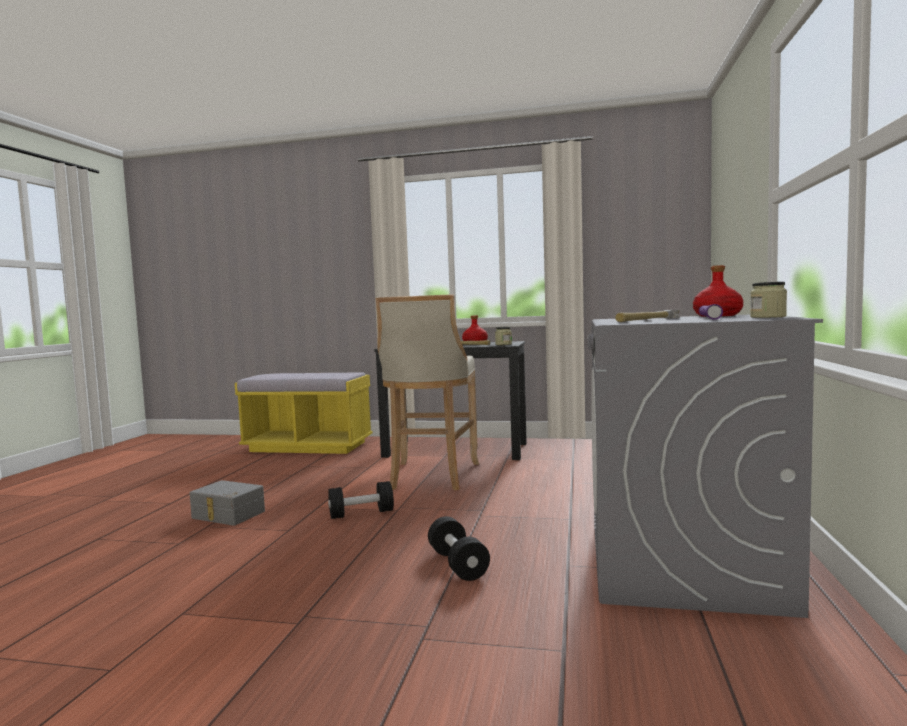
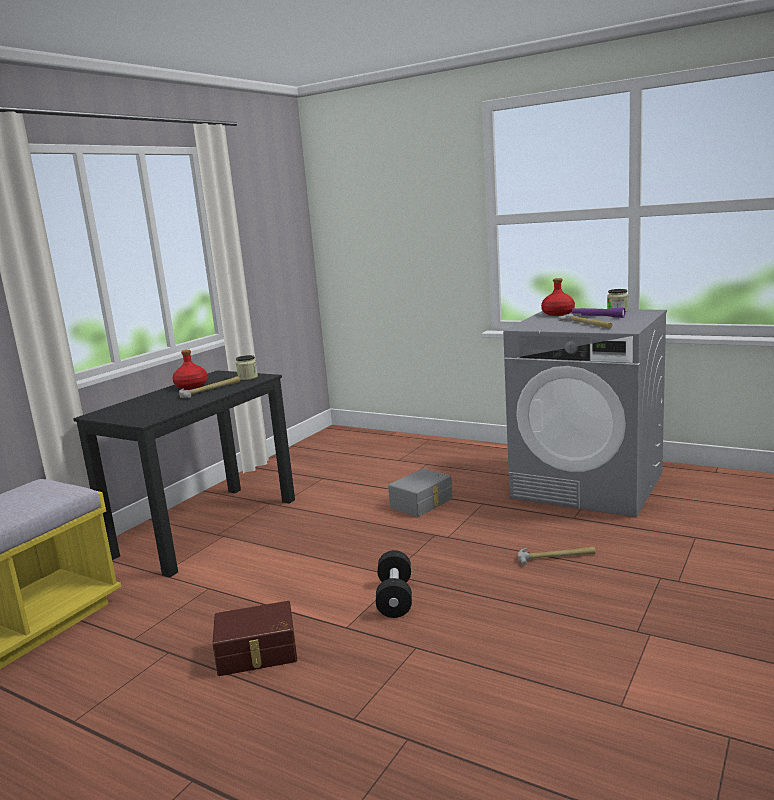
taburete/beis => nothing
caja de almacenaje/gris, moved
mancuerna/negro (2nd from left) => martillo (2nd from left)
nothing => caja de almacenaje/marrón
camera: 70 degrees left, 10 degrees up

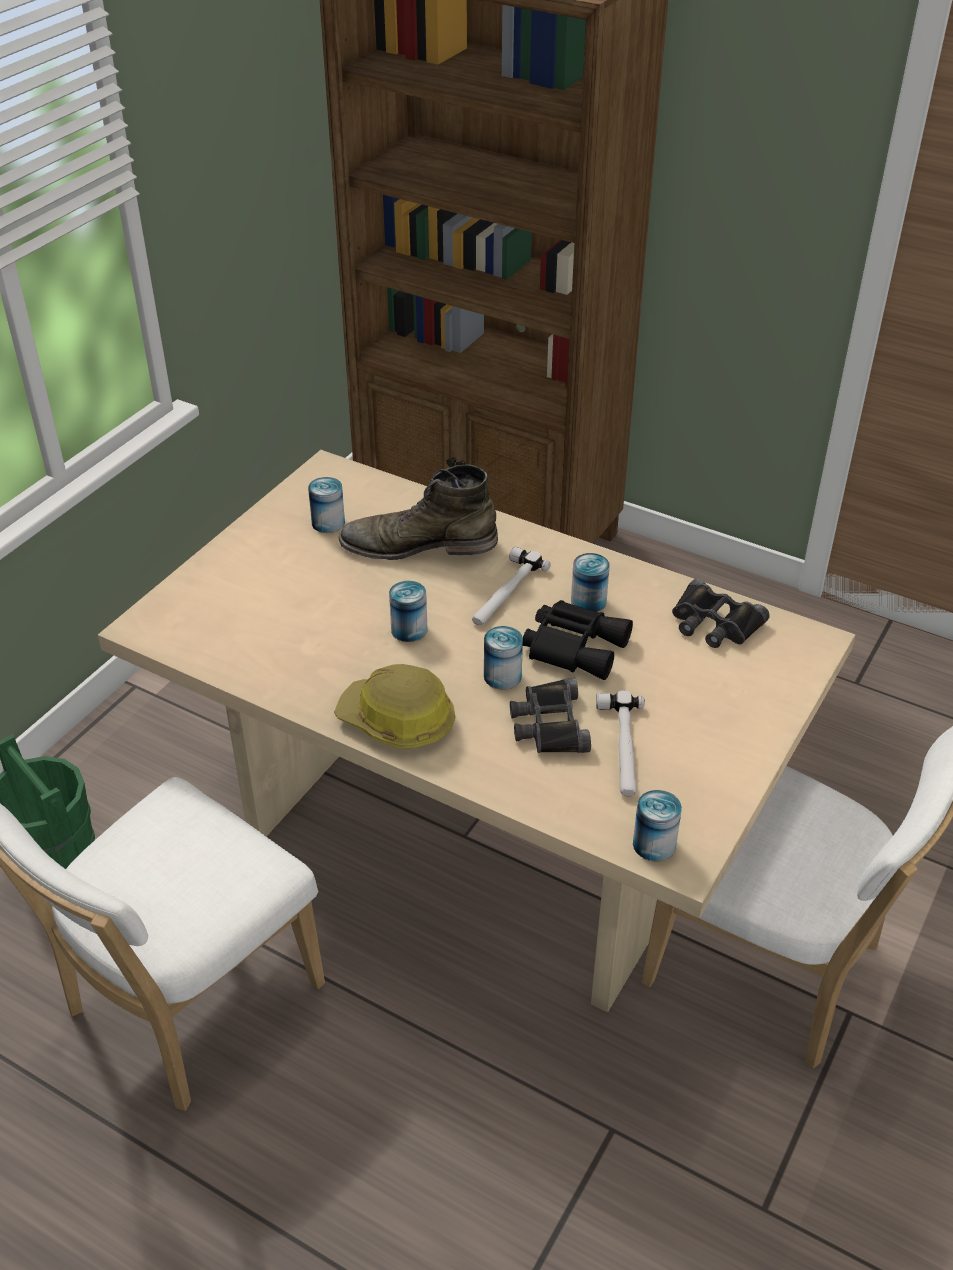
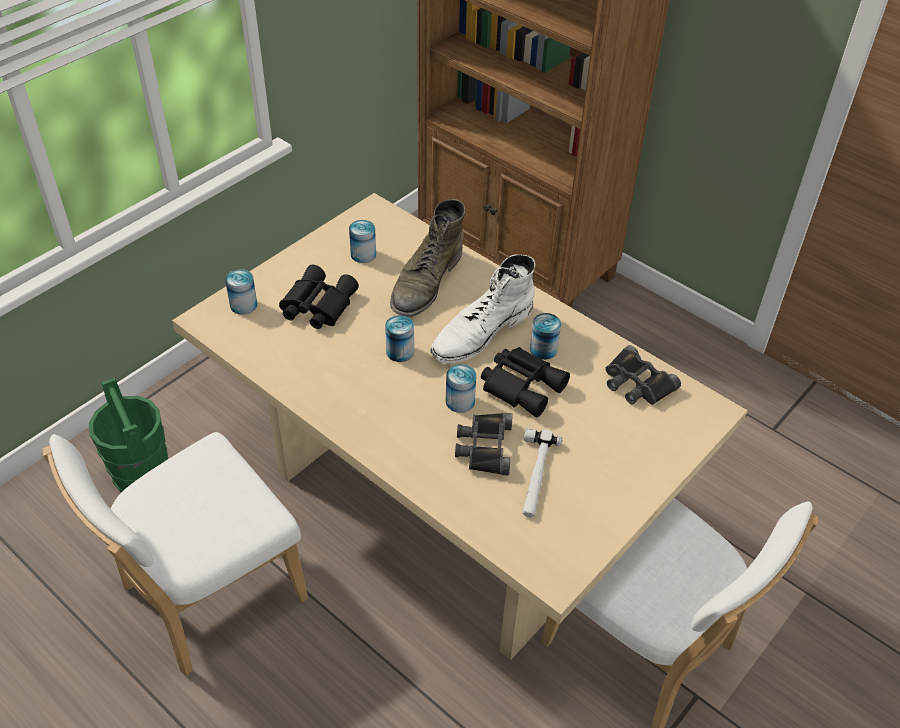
bota/verde, 75 degrees counterclockwise
martillo (1st from left) => bota/blanco
casco => nothing
lata (5th from left in the first image) => lata (1st from left), moved
nothing => prismáticos/negro (1st from left)
camera: 10 degrees right, 5 degrees up

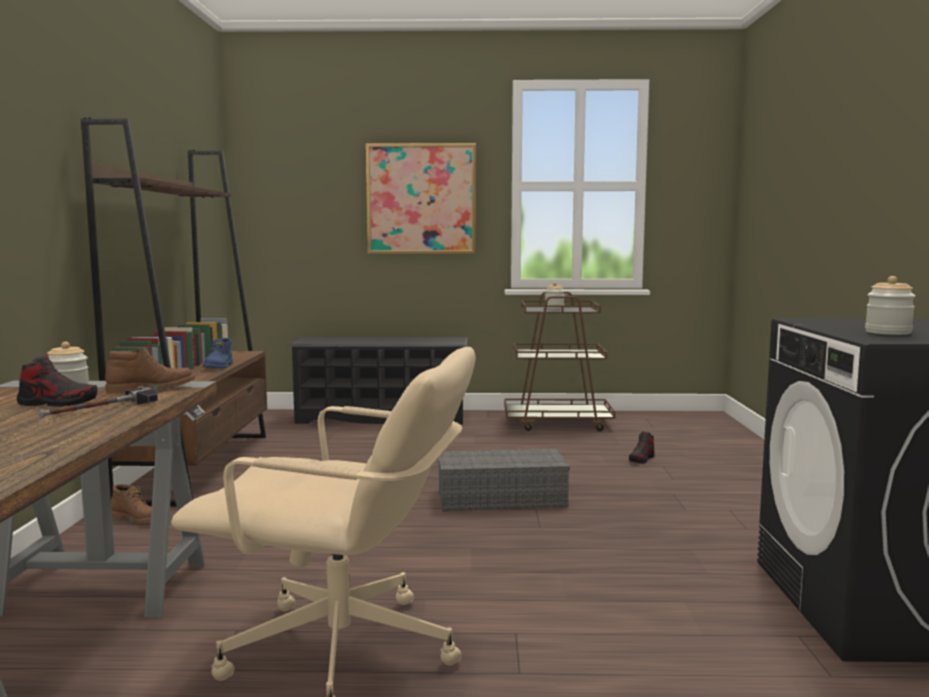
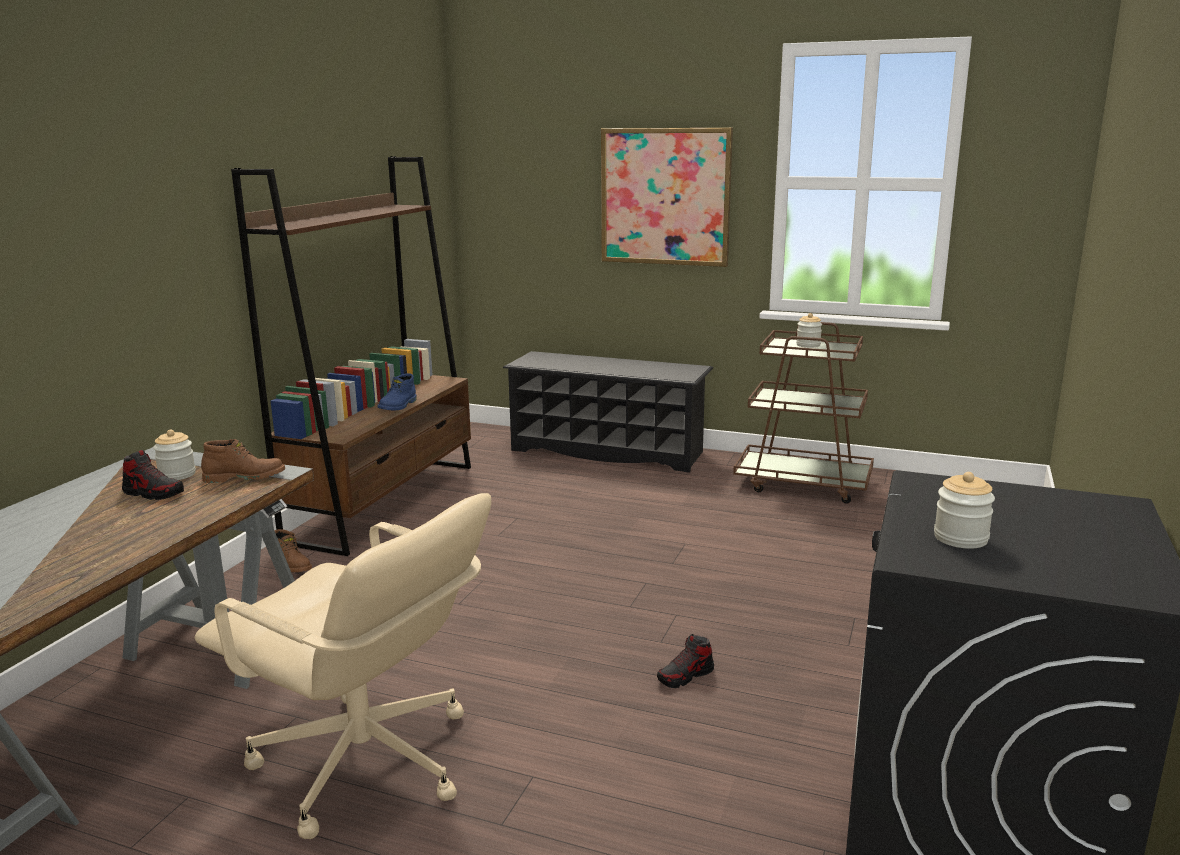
martillo => nothing
zapato (2nd from left), moved
caja de almacenaje/gris => nothing
camera: 20 degrees right, 10 degrees up

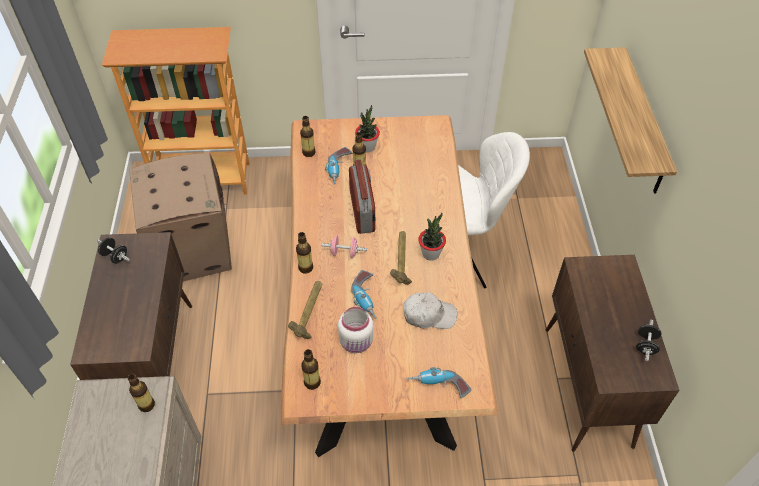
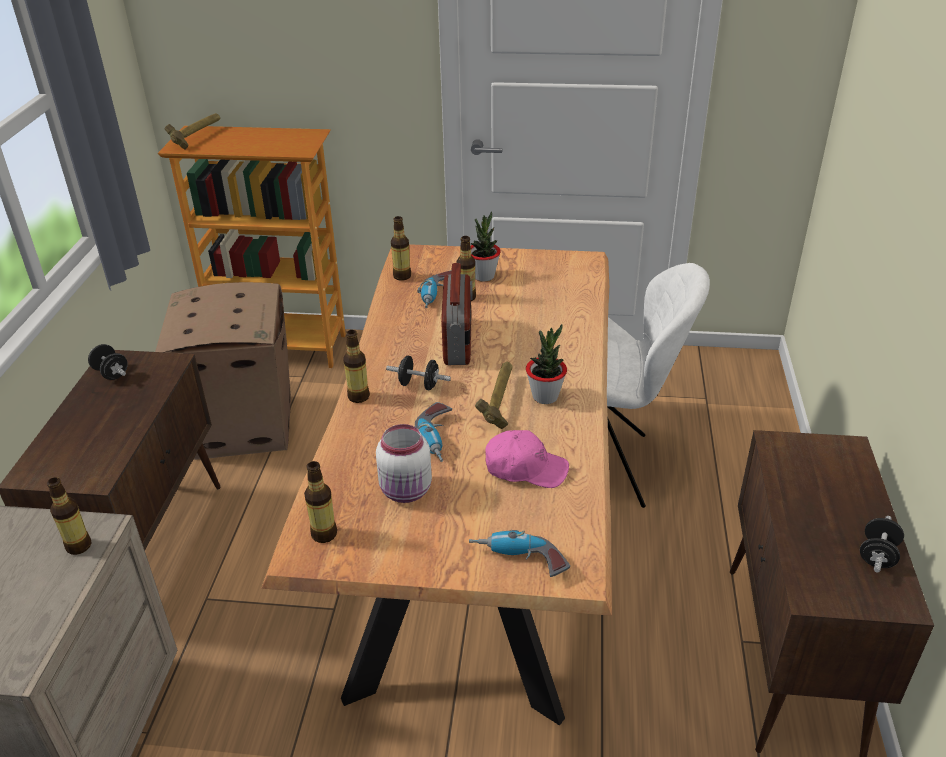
estante => nothing
mancuerna/rosa => mancuerna/negro (2nd from left)
martillo (1st from left), moved
gorra/blanco => gorra/rosa
camera: 10 degrees right, 15 degrees down

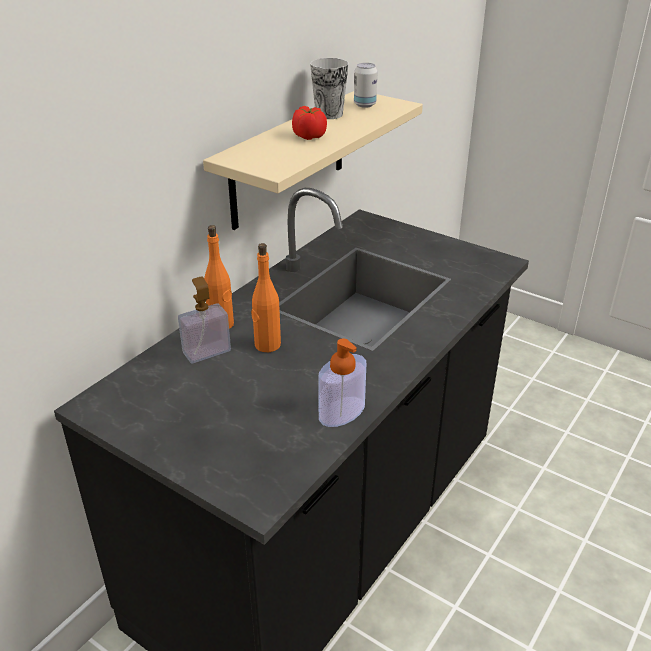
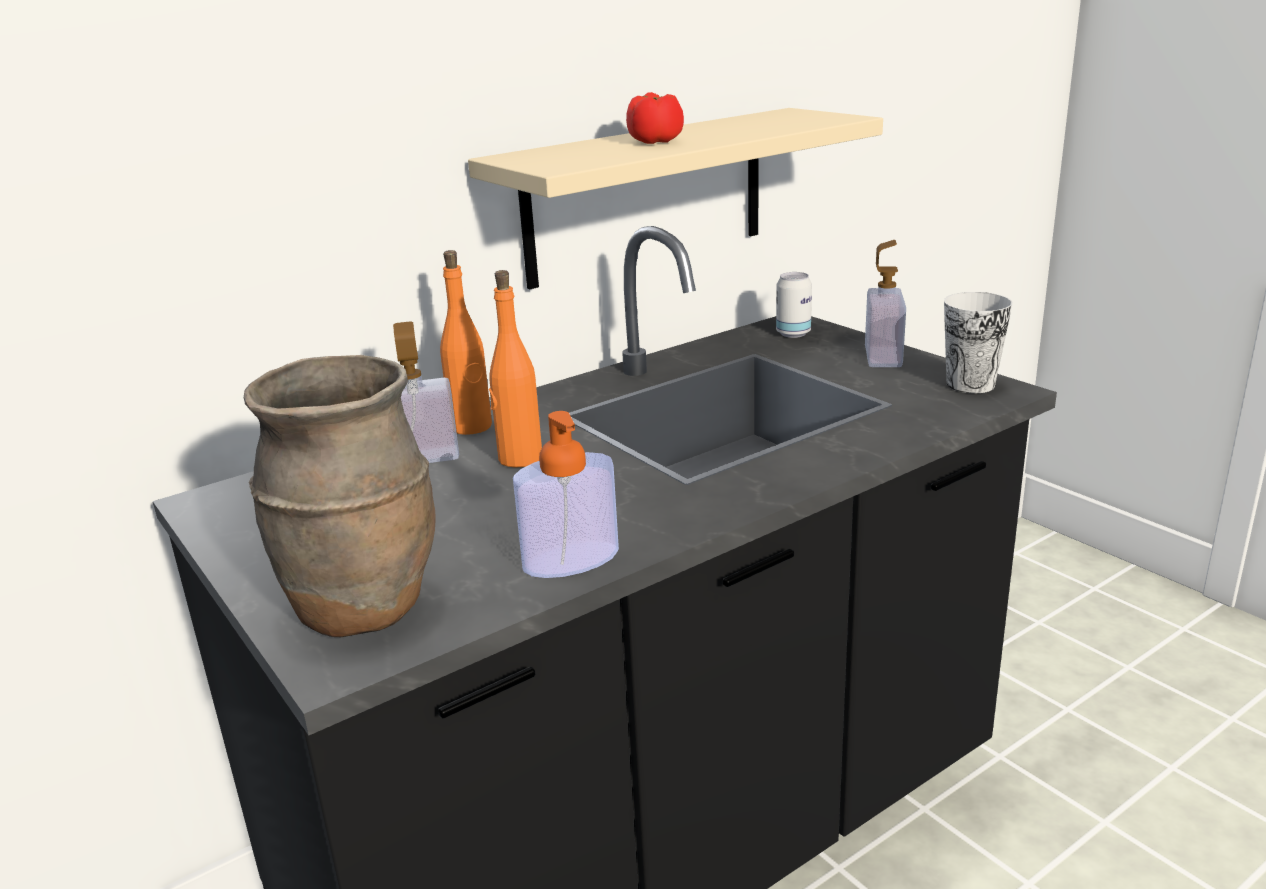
taza, moved
lata, moved
nothing => dispensador de jabón (3rd from left)
nothing => florero/marrón
camera: 20 degrees right, 10 degrees down

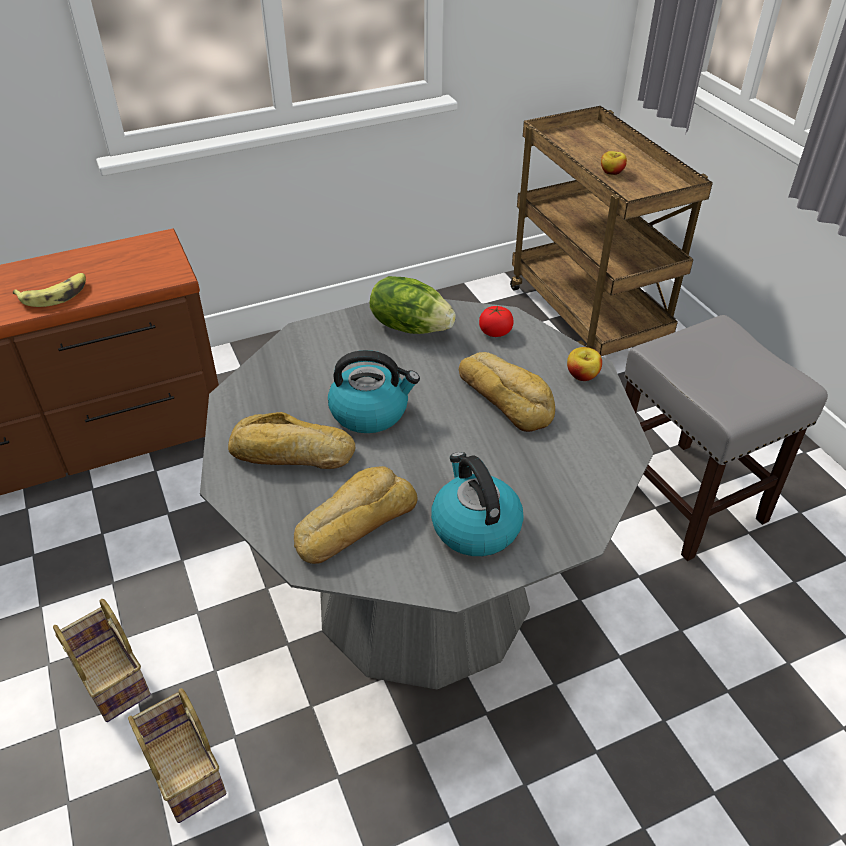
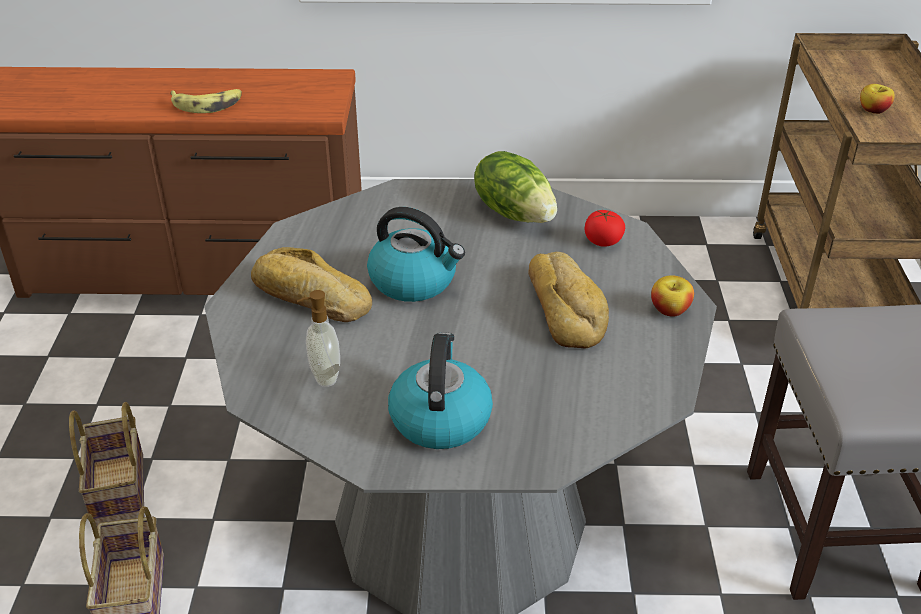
pan (2nd from left) => dispensador de jabón
camera: 25 degrees right, 5 degrees down

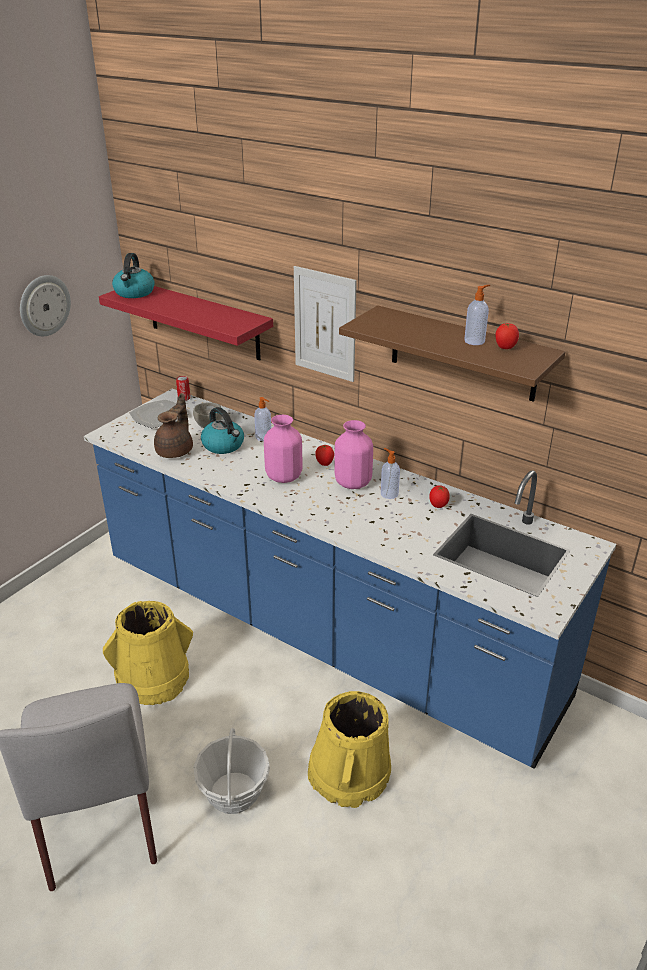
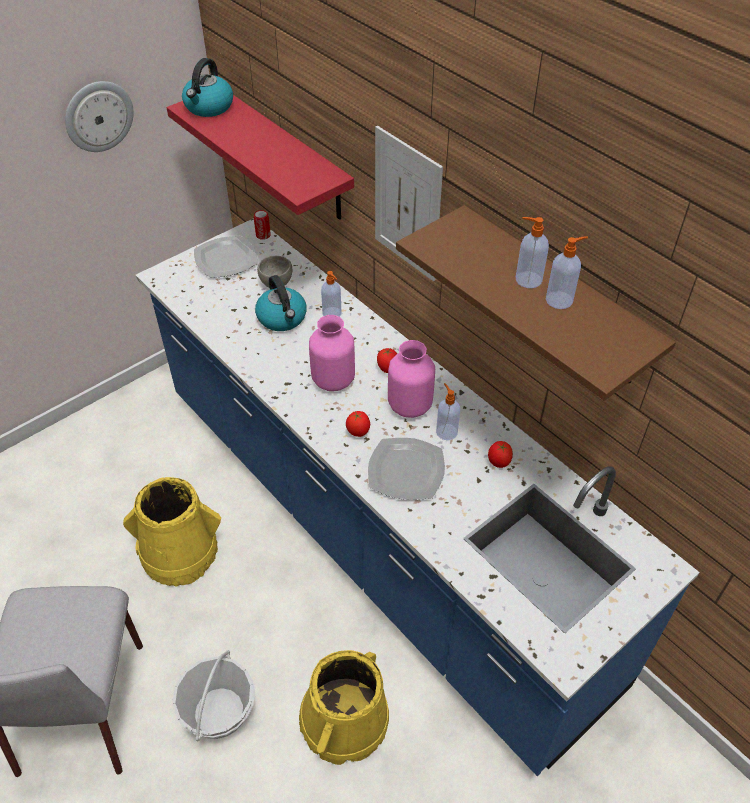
tomate (3rd from left in the first image) => tomate (1st from left), moved
tetera/marrón => nothing
nothing => dispensador de jabón (3rd from left)
nothing => plato (2nd from left)
camera: 15 degrees right, 15 degrees up

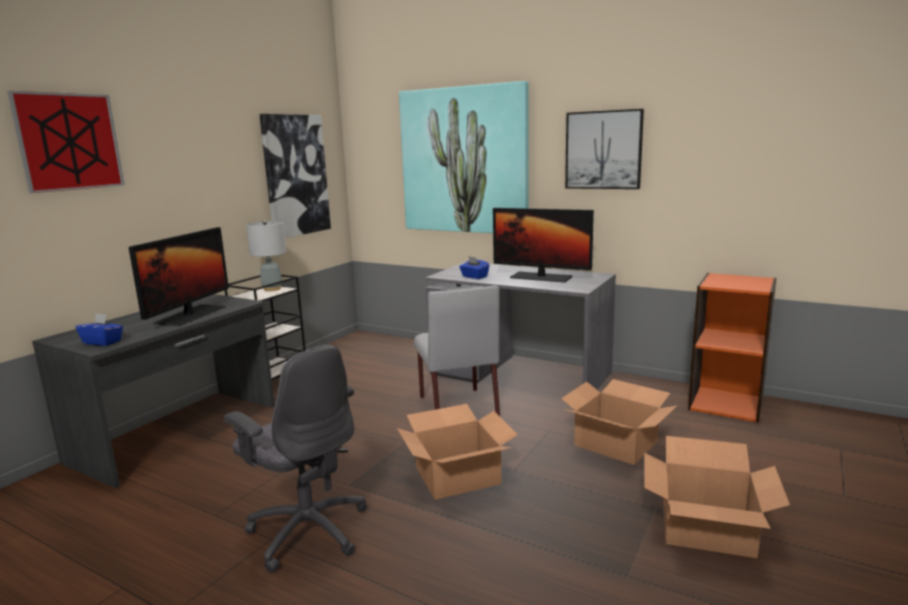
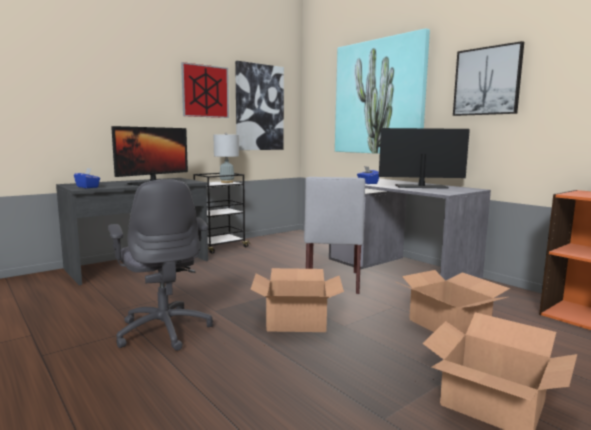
cuadro (1st from left), moved
monitor (2nd from left), 135 degrees clockwise
camera: 20 degrees right, 5 degrees down

